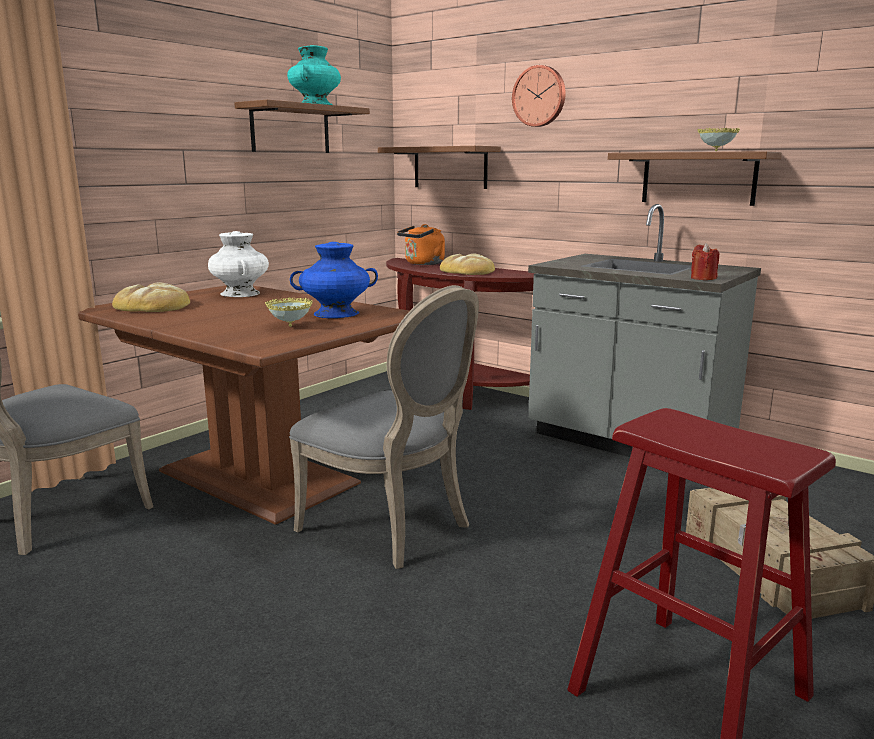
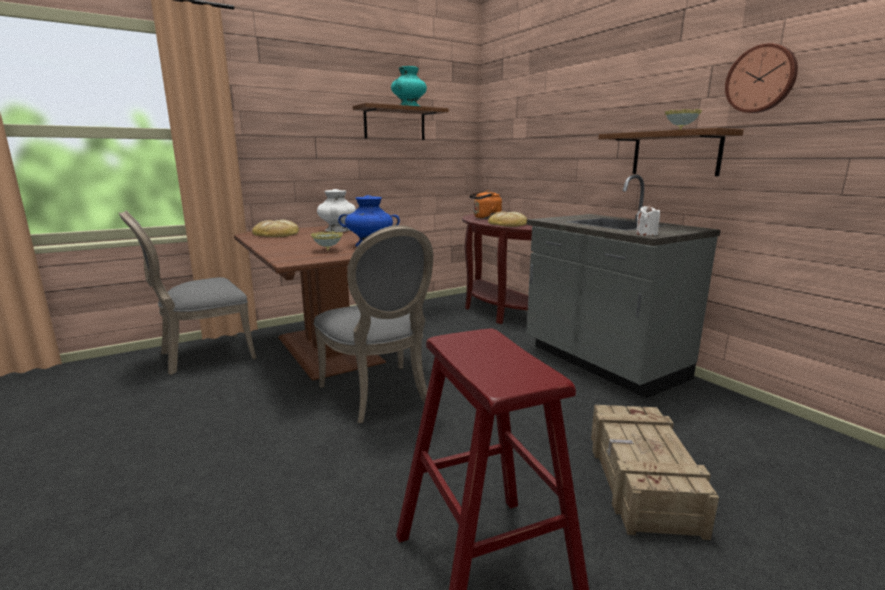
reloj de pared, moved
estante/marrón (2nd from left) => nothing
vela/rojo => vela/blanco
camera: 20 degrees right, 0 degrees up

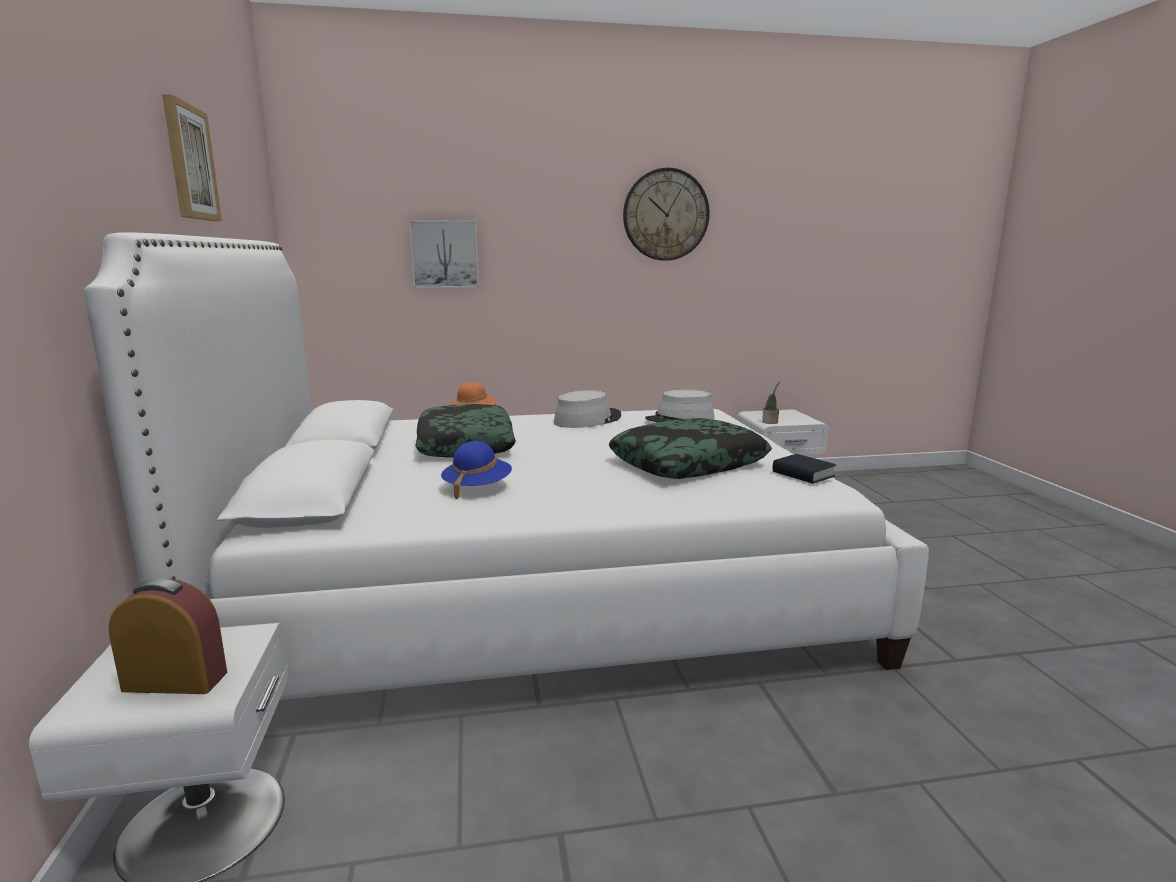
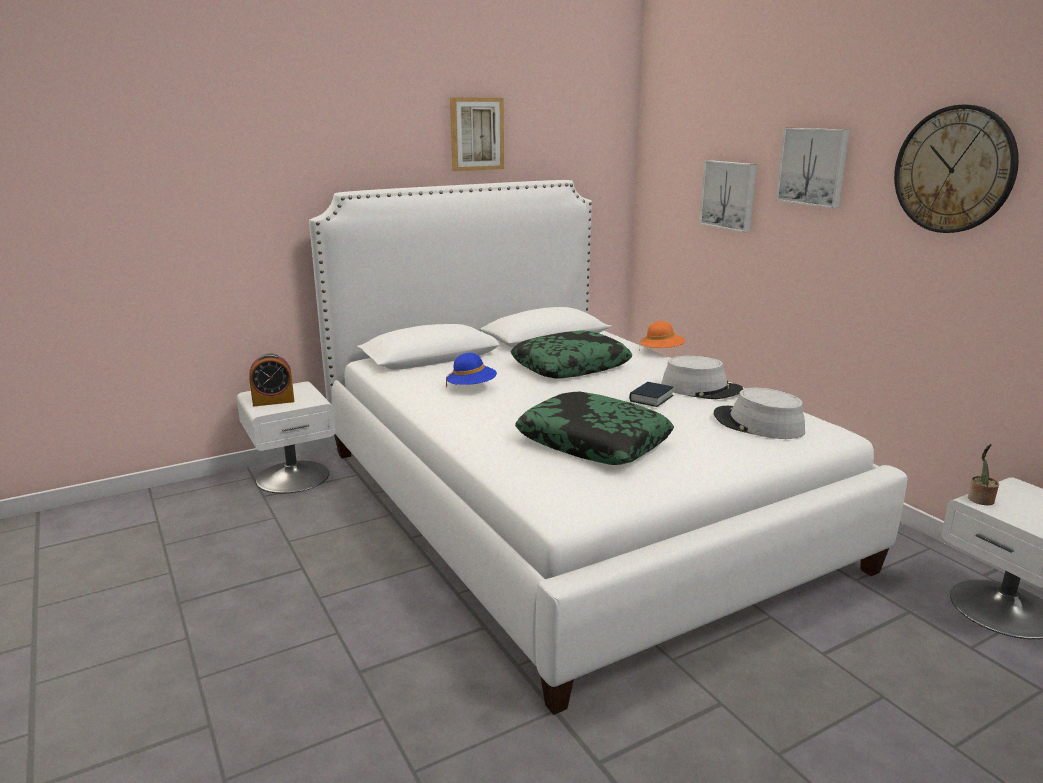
libro, moved
despertador, 90 degrees clockwise
nothing => cuadro (3rd from left)
camera: 70 degrees right, 5 degrees up

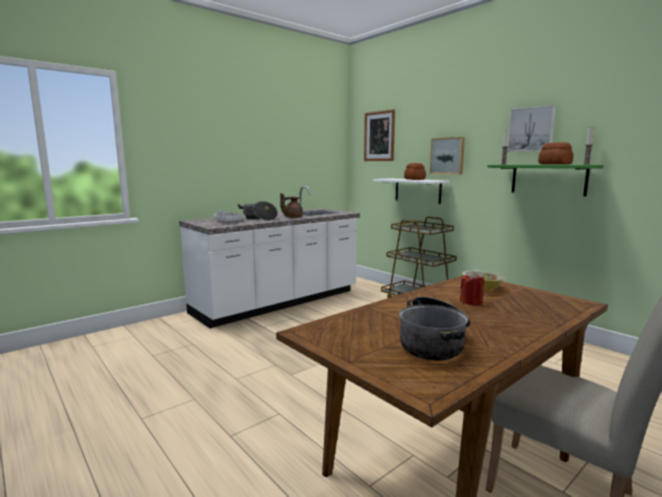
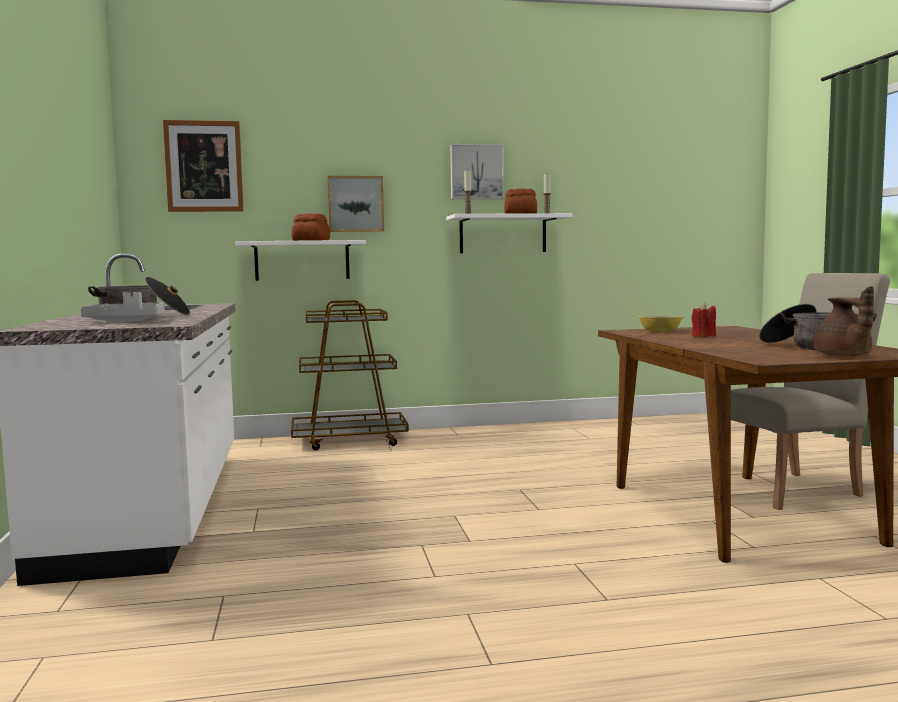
estante/verde => estante/blanco (2nd from left)
tetera/marrón, moved
camera: 60 degrees left, 5 degrees down

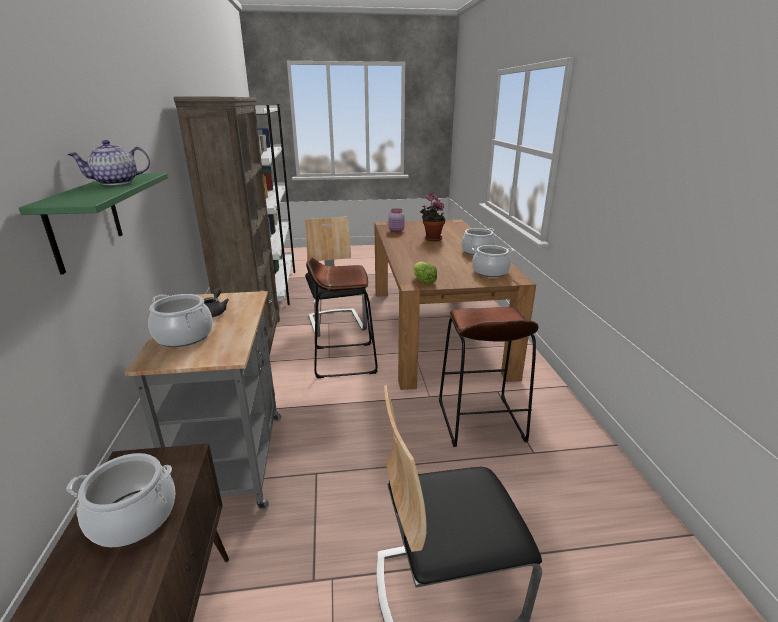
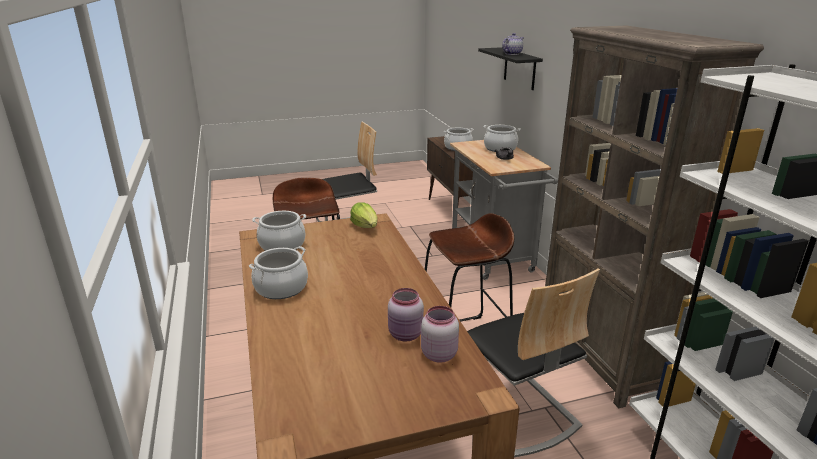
estante/verde => estante/negro
planta en maceta => nothing
nothing => tarro/rosa (1st from left)
camera: 170 degrees right, 0 degrees up

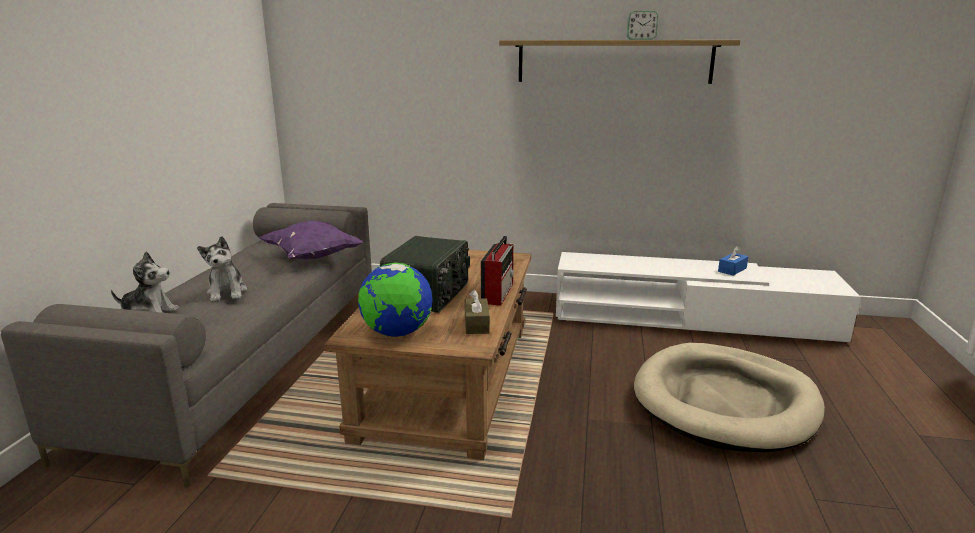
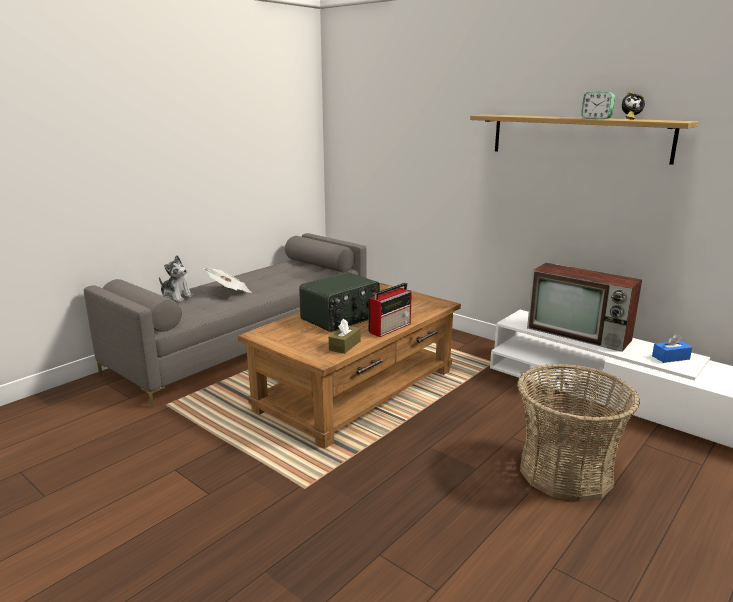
cojín/morado => nothing
peluche (2nd from left) => periódico
globo terráqueo => nothing
cama para perro/beis => cesta
nothing => despertador (2nd from left)
nothing => televisor
camera: 30 degrees right, 0 degrees up

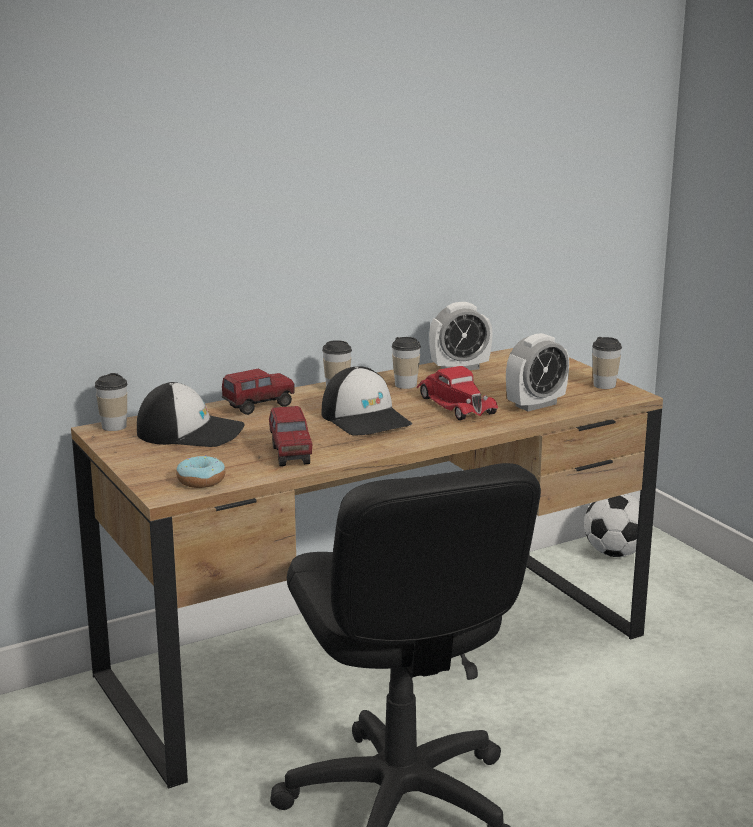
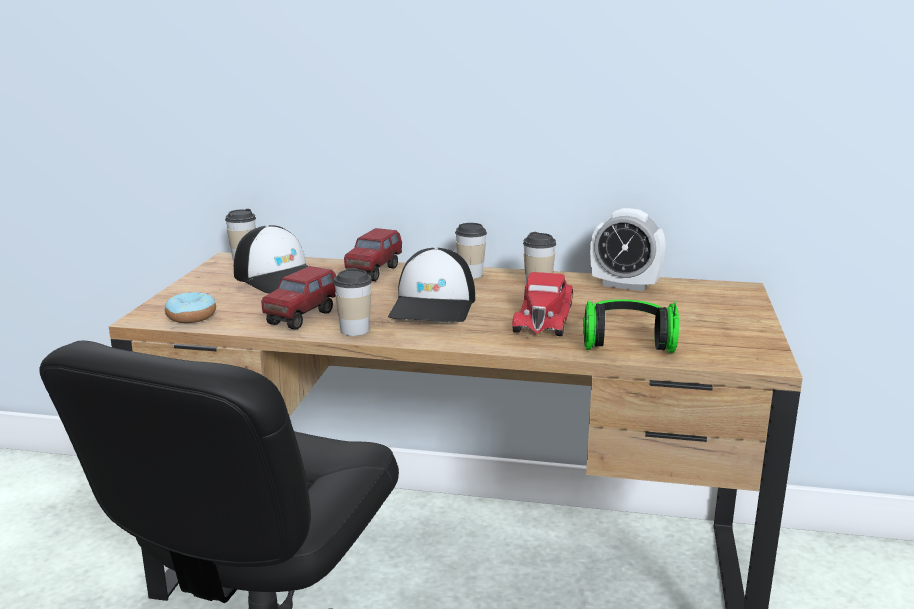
despertador (2nd from left) => auriculares
taza (4th from left in the first image) => taza (2nd from left), moved
camión de juguete (1st from left in the first image) => camión de juguete (2nd from left), 105 degrees clockwise
balón de fútbol => nothing
camera: 40 degrees right, 0 degrees up

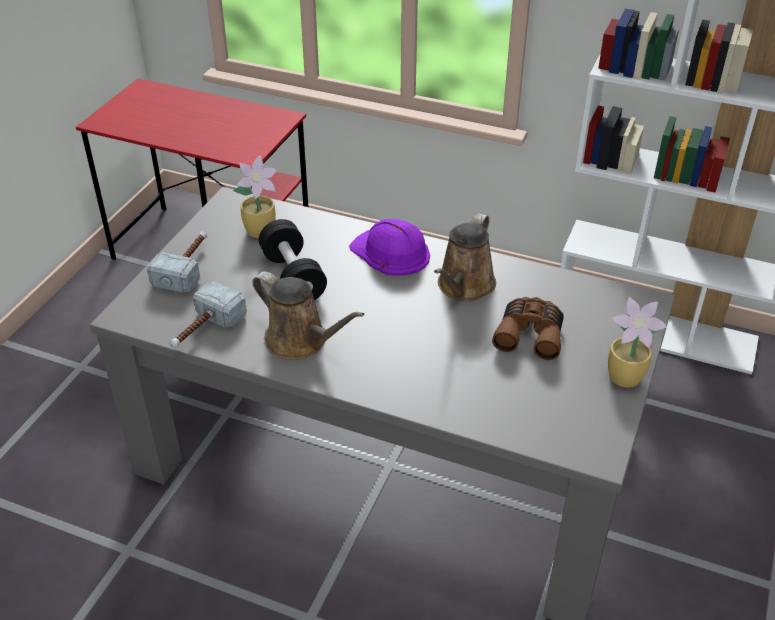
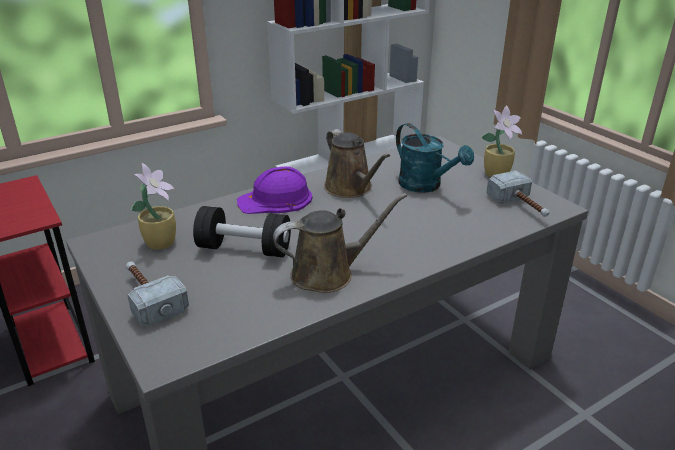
martillo (2nd from left), moved
prismáticos/marrón => regadera/turquesa
camera: 55 degrees left, 10 degrees down

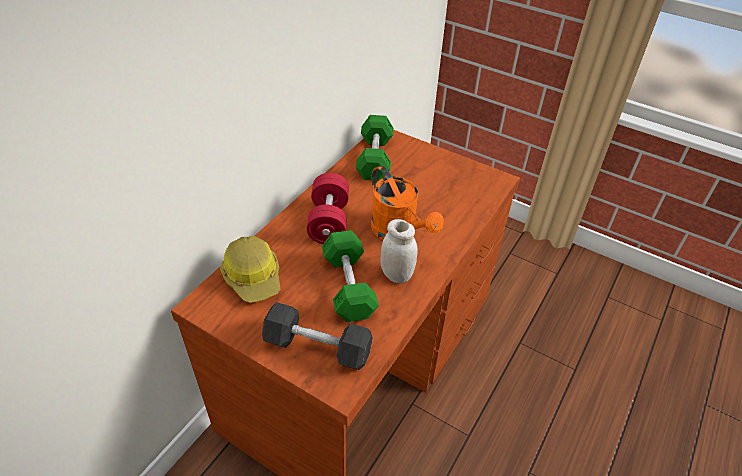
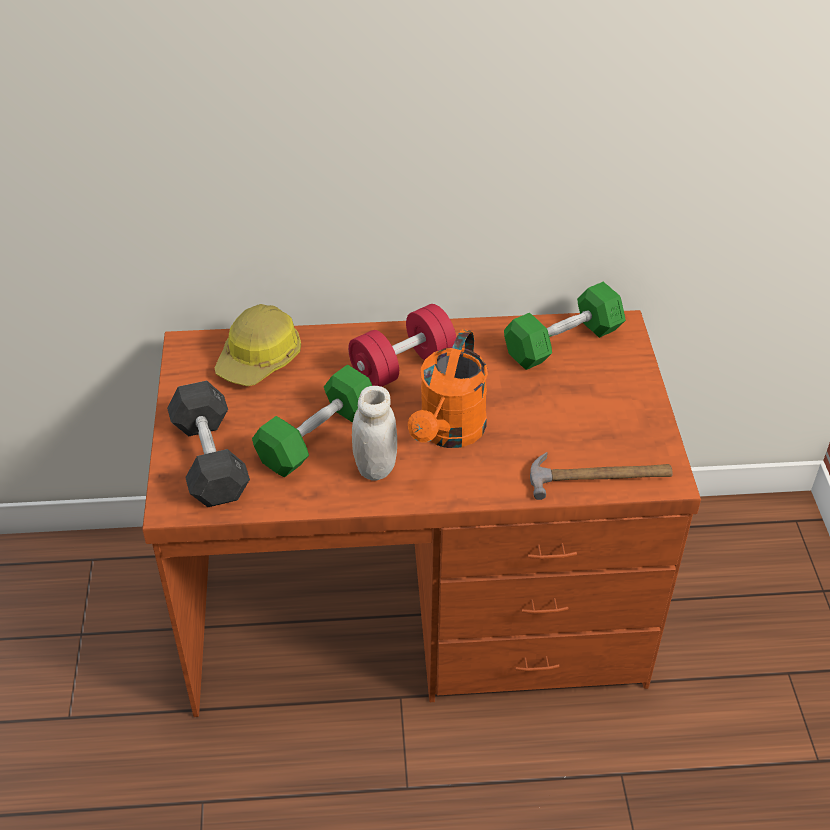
nothing => martillo
camera: 55 degrees right, 0 degrees up

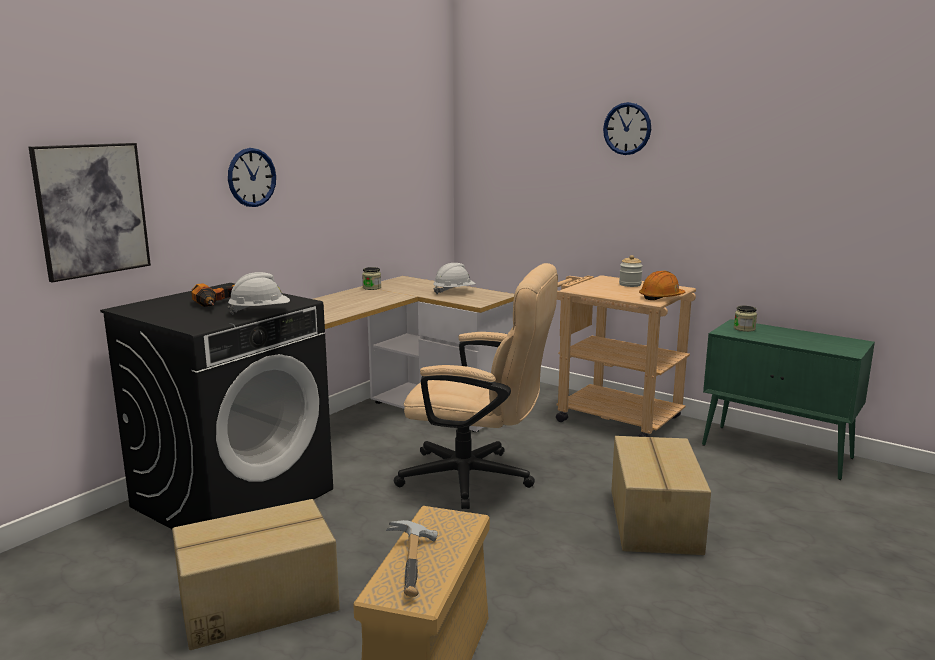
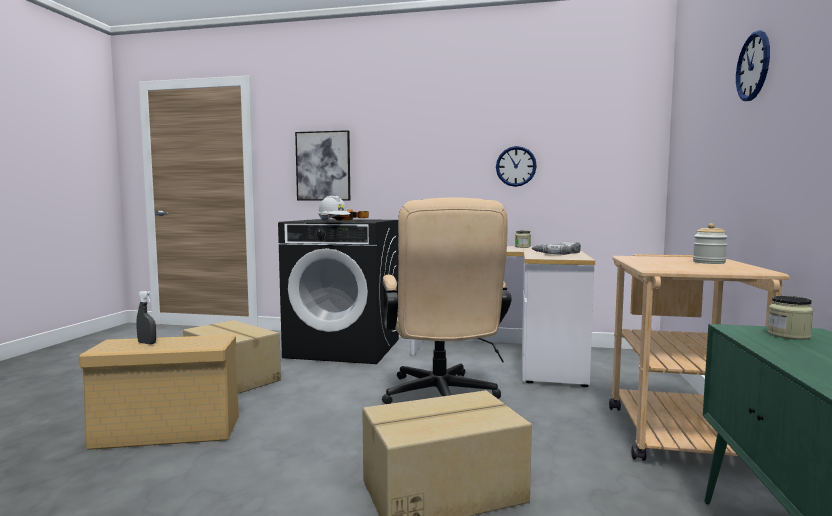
reloj de pared (1st from left), moved
casco/blanco (2nd from left) => taladro (2nd from left)
casco/naranja => nothing
martillo => pulverizador/gris
camera: 65 degrees right, 10 degrees down

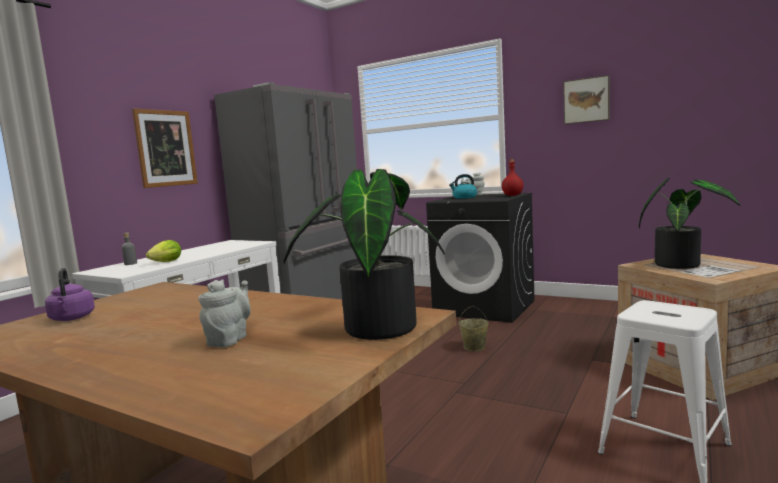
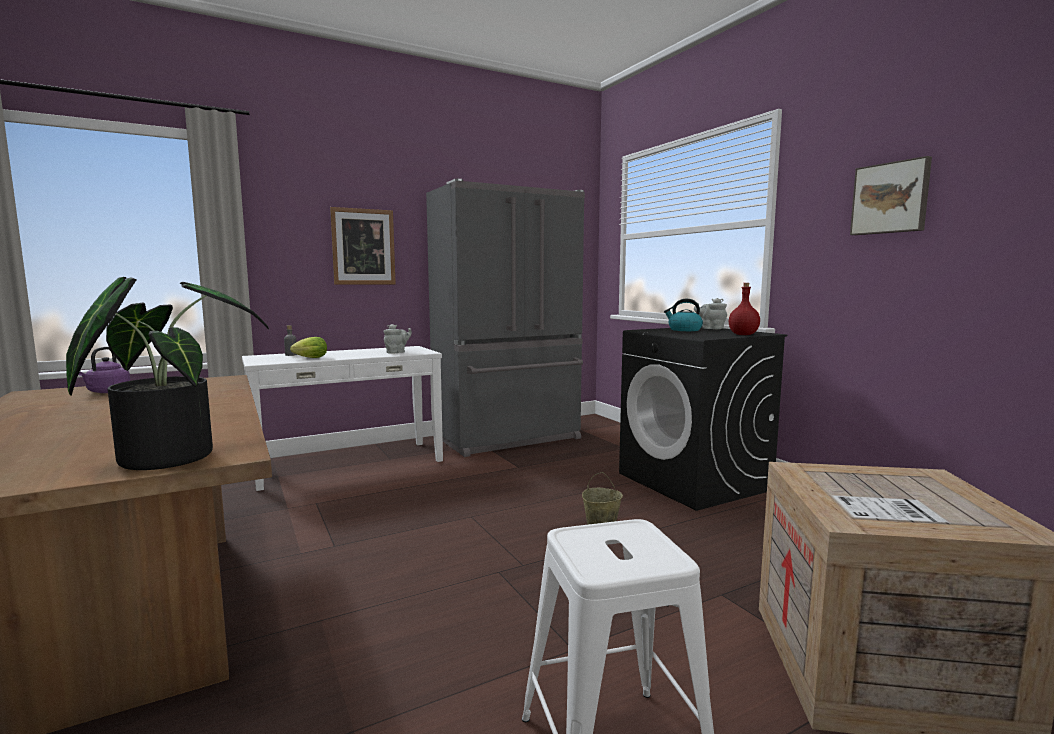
planta en maceta (2nd from left) => nothing
tetera/gris (1st from left), moved
camera: 30 degrees right, 0 degrees up

